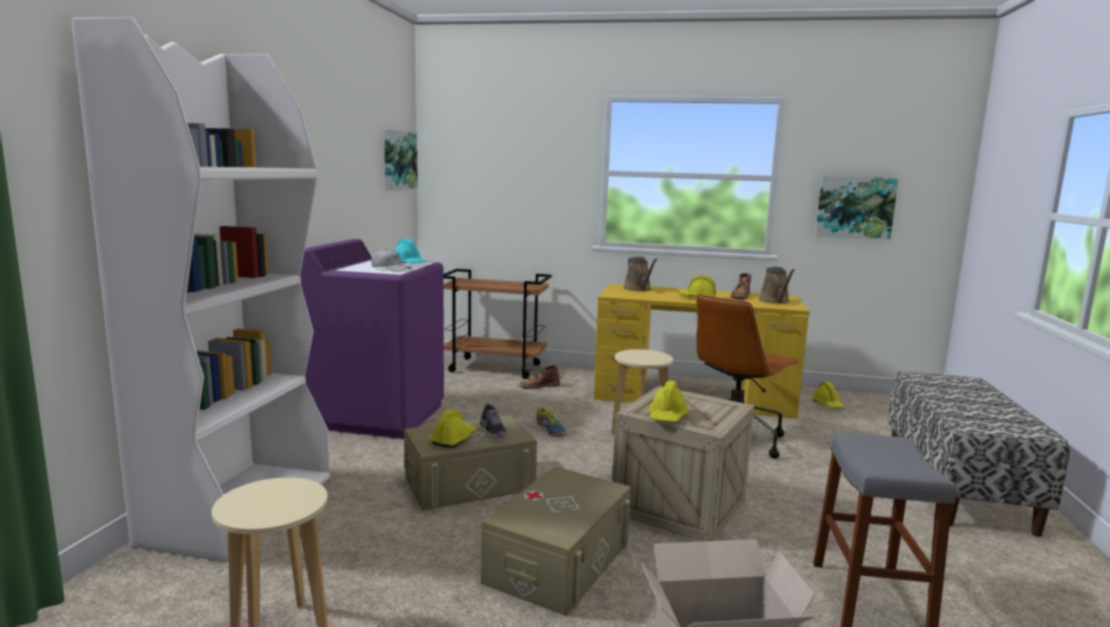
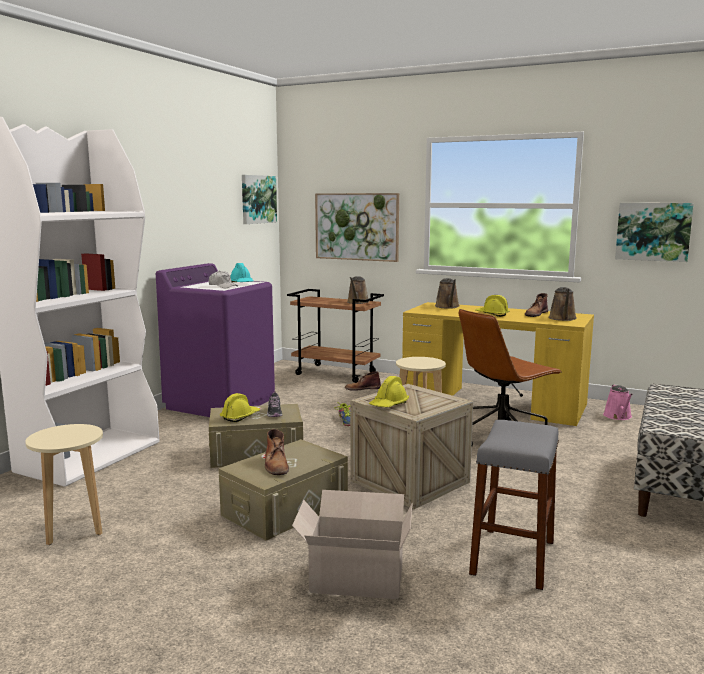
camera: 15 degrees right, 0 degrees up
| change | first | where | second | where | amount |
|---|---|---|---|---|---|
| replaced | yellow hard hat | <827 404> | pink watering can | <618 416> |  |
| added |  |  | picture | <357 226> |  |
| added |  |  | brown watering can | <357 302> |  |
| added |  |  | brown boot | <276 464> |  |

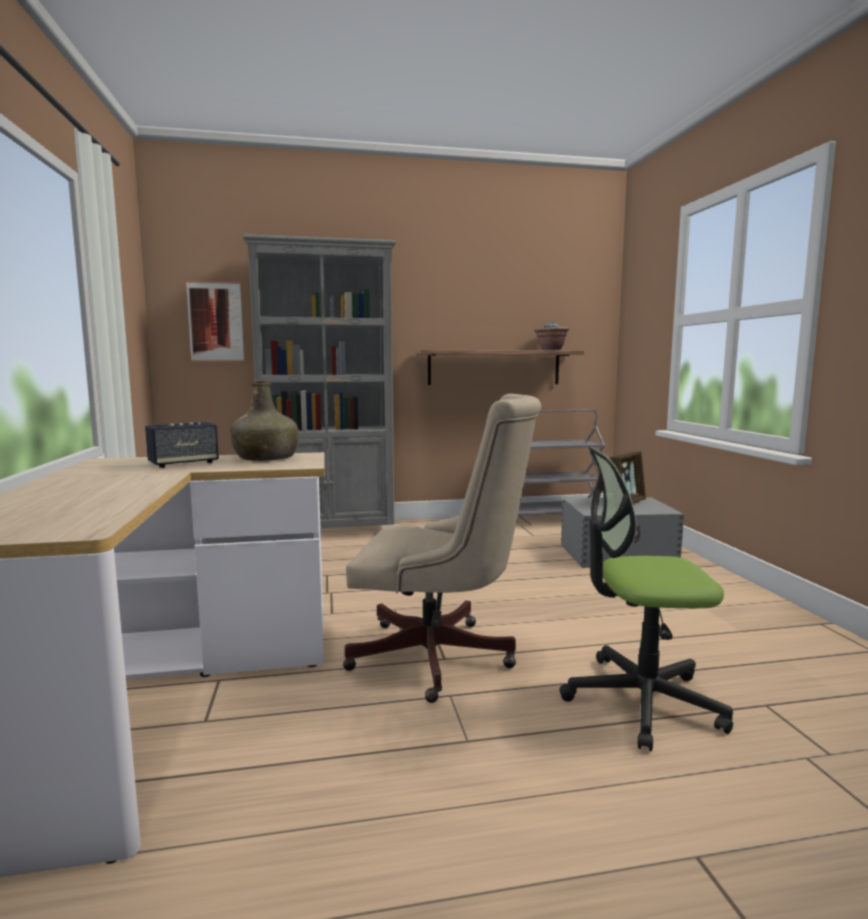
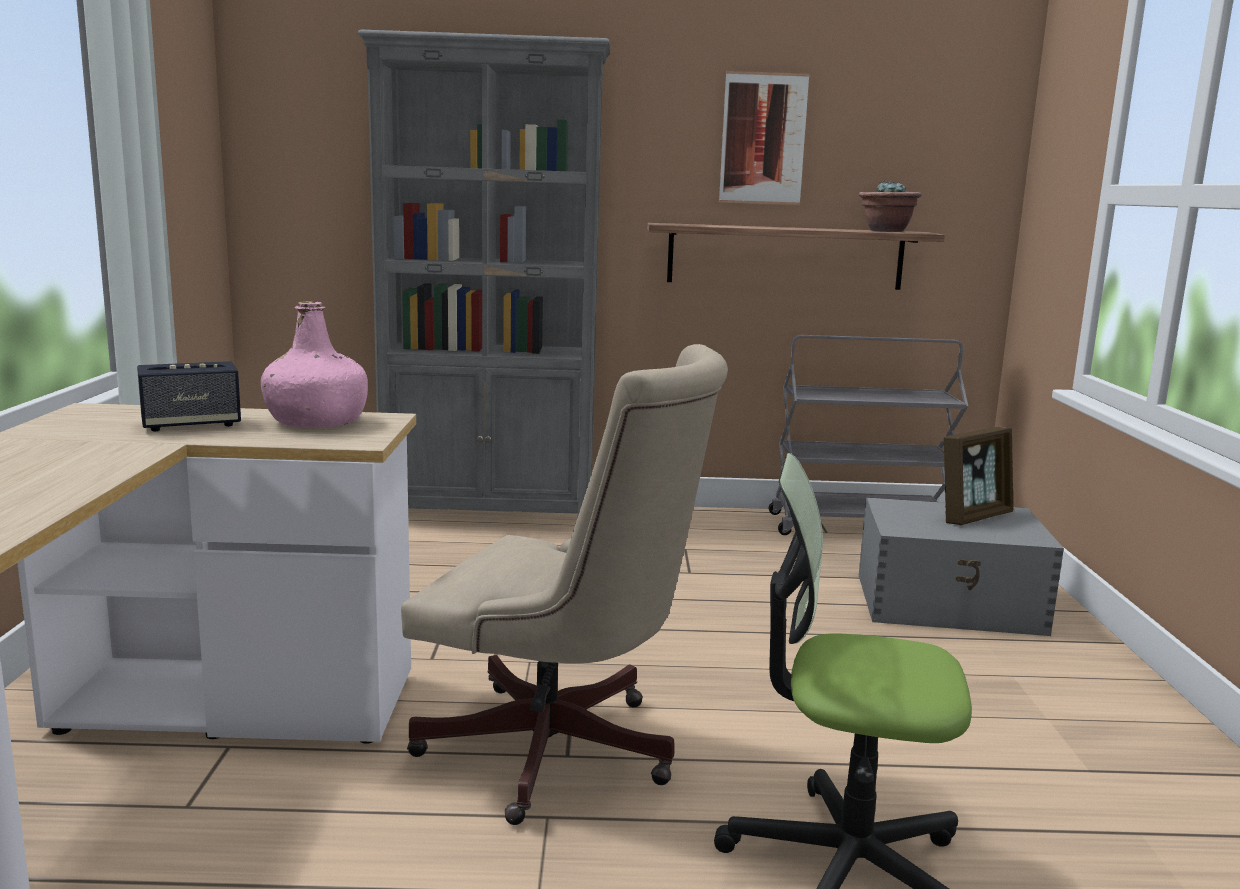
camera: 10 degrees right, 5 degrees up
| change | first | where | second | where | amount |
|---|---|---|---|---|---|
| moved | picture | <215 322> |  | <763 139> |  |
| recoloured | green bottle | <266 458> | pink bottle | <317 422> |  |

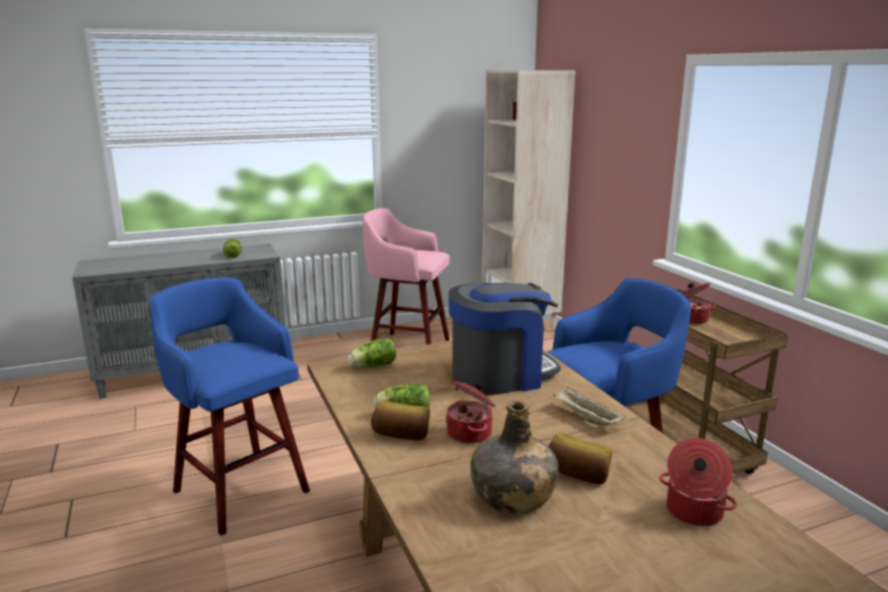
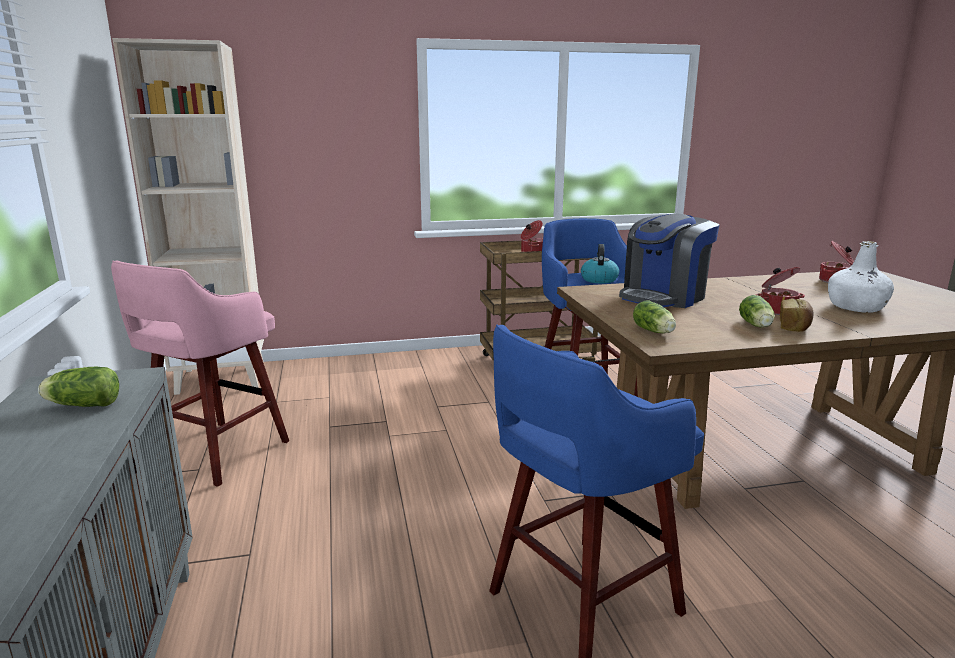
camera: 80 degrees left, 0 degrees up
| change | first | where | second | where | amount |
|---|---|---|---|---|---|
| turned | coffee machine | <501 375> |  | <663 297> | 120 degrees counterclockwise |
| removed | beige tray | <586 418> |  |  |  |
| recoloured | green bottle | <512 496> | white bottle | <856 307> |  |
| removed | bread | <577 474> |  |  |  |
| added |  |  | kettle | <599 279> |  |

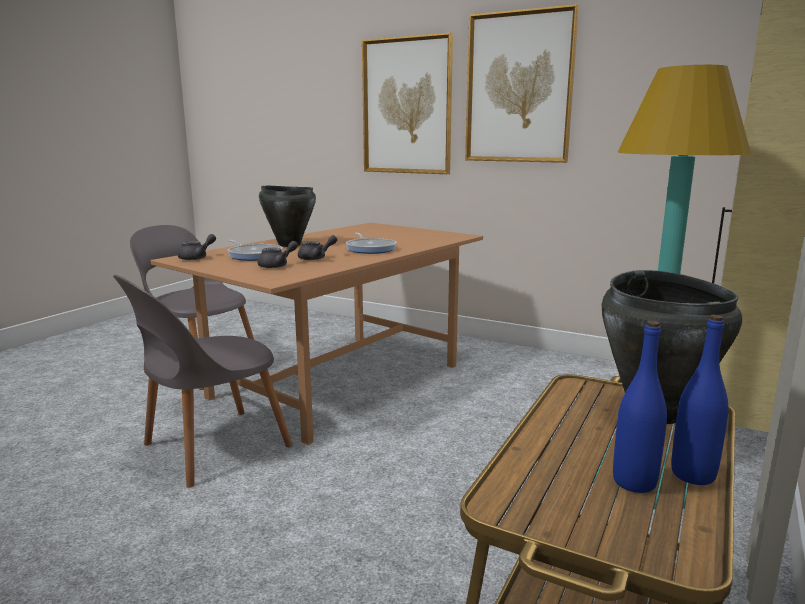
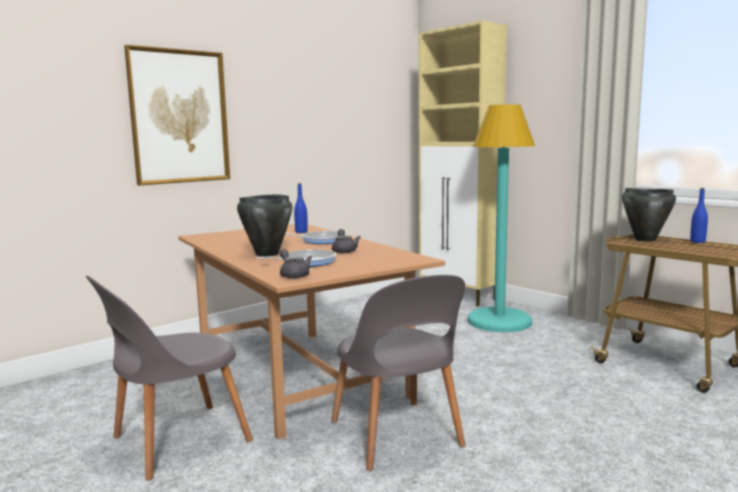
camera: 70 degrees left, 5 degrees down
| change | first | where | second | where | amount |
|---|---|---|---|---|---|
| removed | picture | <519 88> |  |  |  |
| removed | grey teapot | <277 265> |  |  |  |
| moved | blue bottle | <634 482> |  | <301 232> |  |

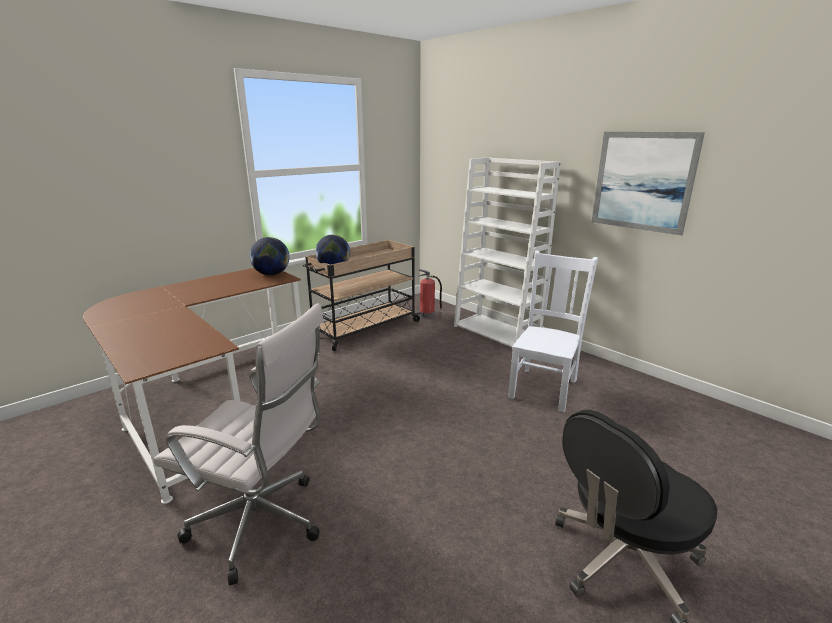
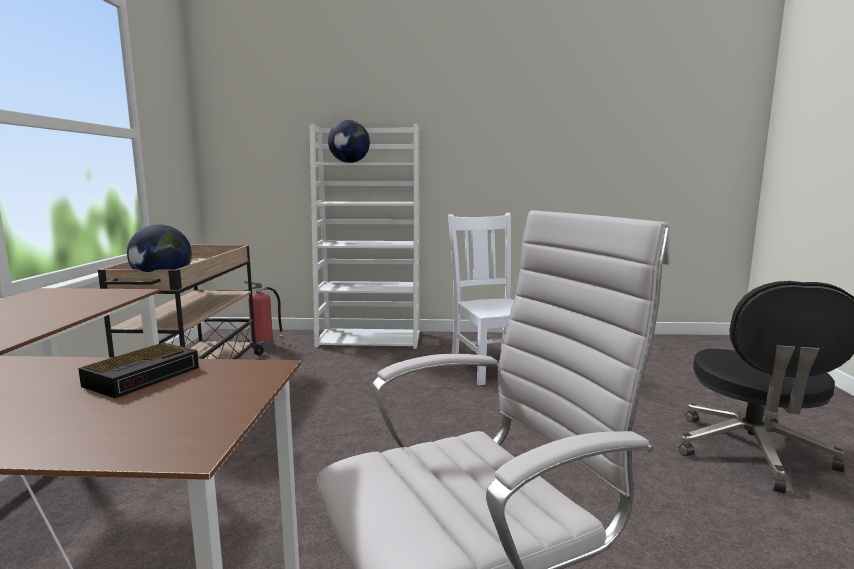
camera: 45 degrees left, 10 degrees down
| change | first | where | second | where | amount |
|---|---|---|---|---|---|
| removed | picture | <642 181> |  |  |  |
| moved | globe | <271 274> |  | <349 162> |  |
| added |  |  | alarm clock | <145 376> |  |

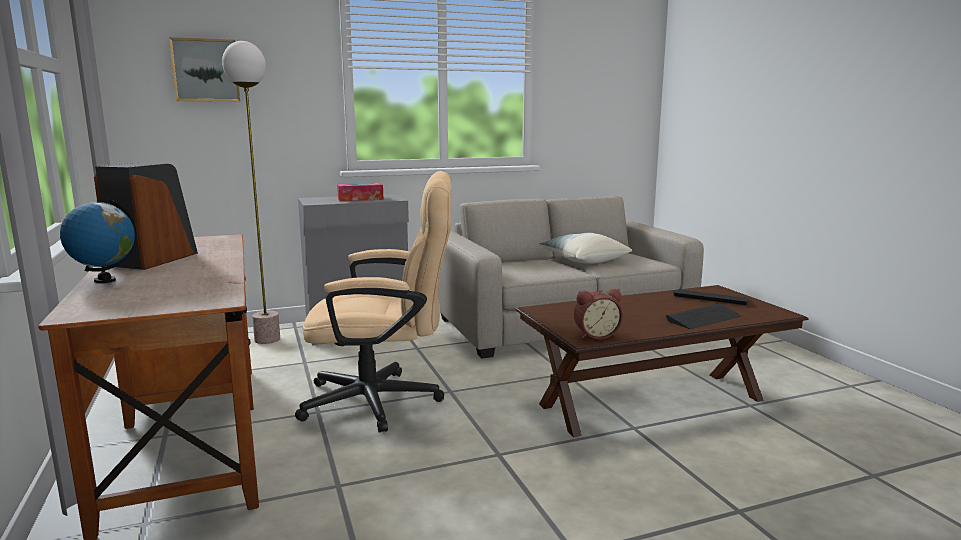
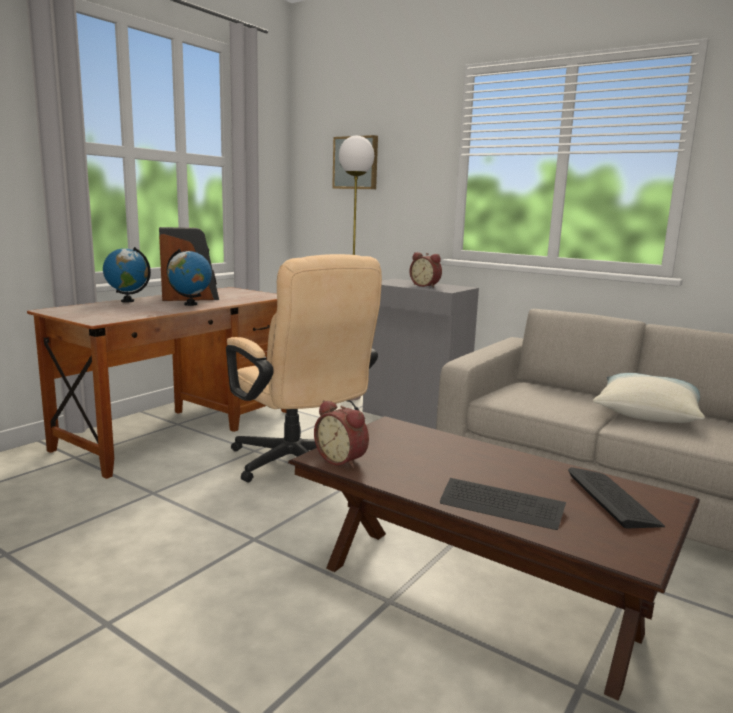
camera: 55 degrees right, 0 degrees up
| change | first | where | second | where | amount |
|---|---|---|---|---|---|
| replaced | tissue box | <360 199> | alarm clock | <425 286> |  |
| added |  |  | globe | <190 304> |  |

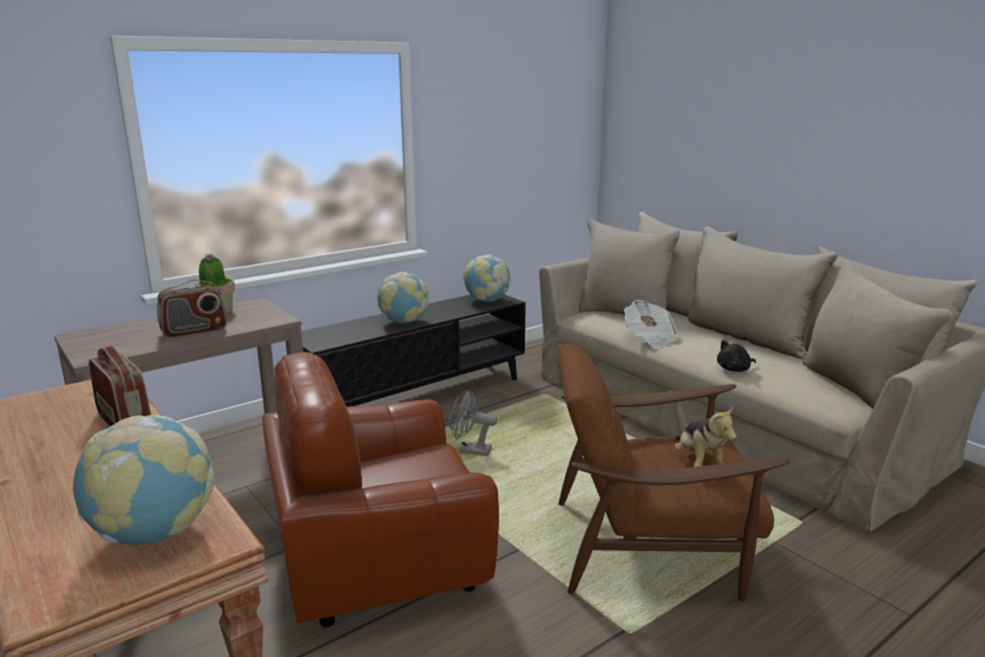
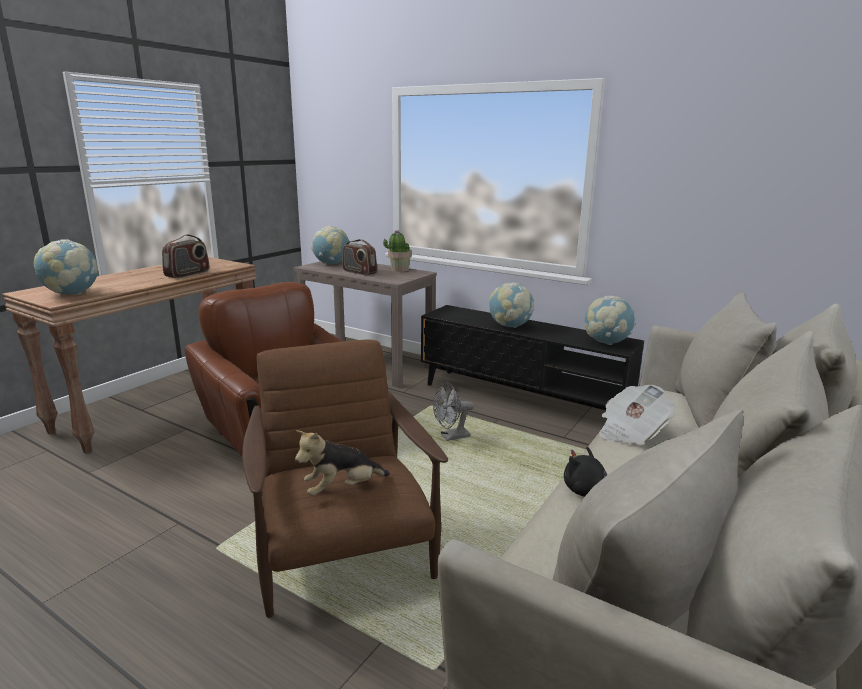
camera: 70 degrees right, 0 degrees up
| change | first | where | second | where | amount |
|---|---|---|---|---|---|
| turned | grey fan | <469 451> |  | <451 437> | 105 degrees counterclockwise |
| added |  |  | globe | <331 264> |  |

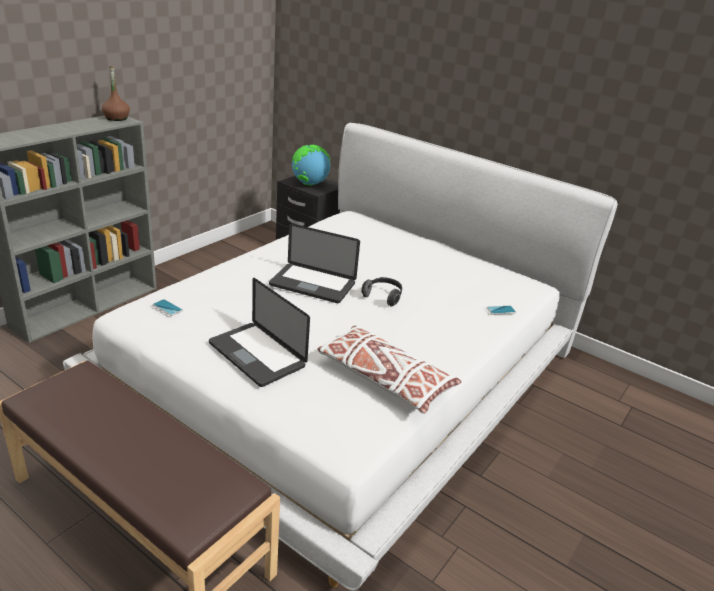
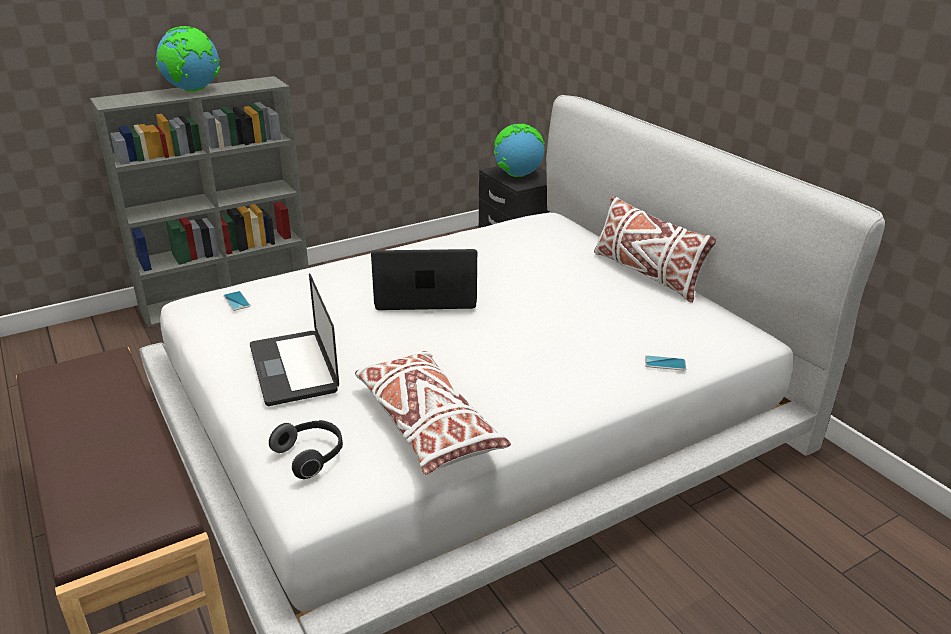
camera: 25 degrees right, 0 degrees up
| change | first | where | second | where | amount |
|---|---|---|---|---|---|
| removed | brown bottle | <116 118> |  |  |  |
| turned | laptop | <312 284> |  | <425 296> | 135 degrees clockwise |
| moved | headphones | <383 296> |  | <311 456> |  |
| added |  |  | globe | <193 90> |  |
| added |  |  | white pillow | <646 274> |  |

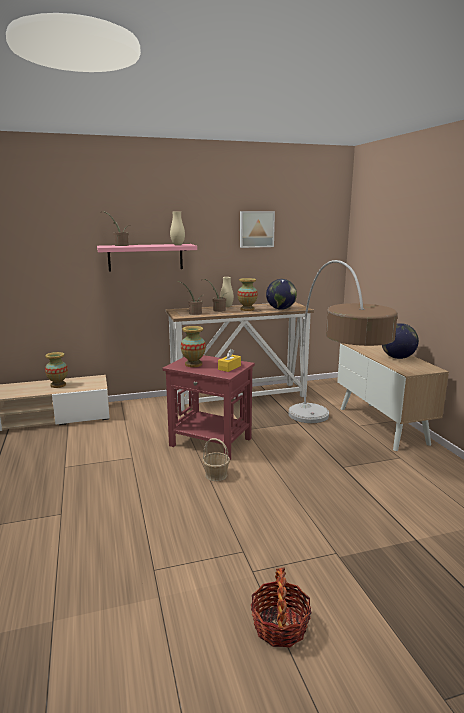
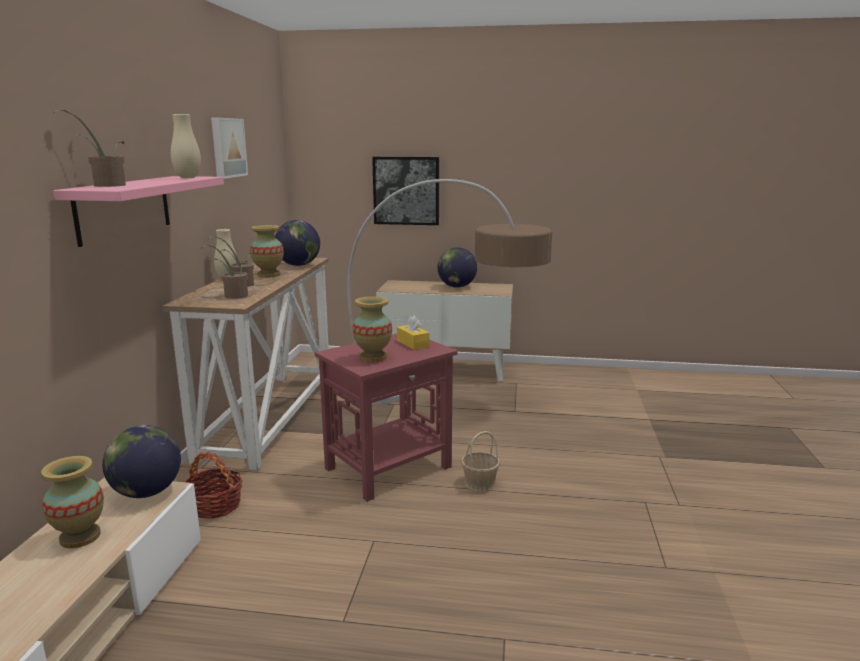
camera: 65 degrees left, 0 degrees up
| change | first | where | second | where | amount |
|---|---|---|---|---|---|
| moved | basket | <279 625> |  | <214 505> |  |
| added |  |  | picture | <406 190> |  |
| added |  |  | globe | <147 492> |  |

